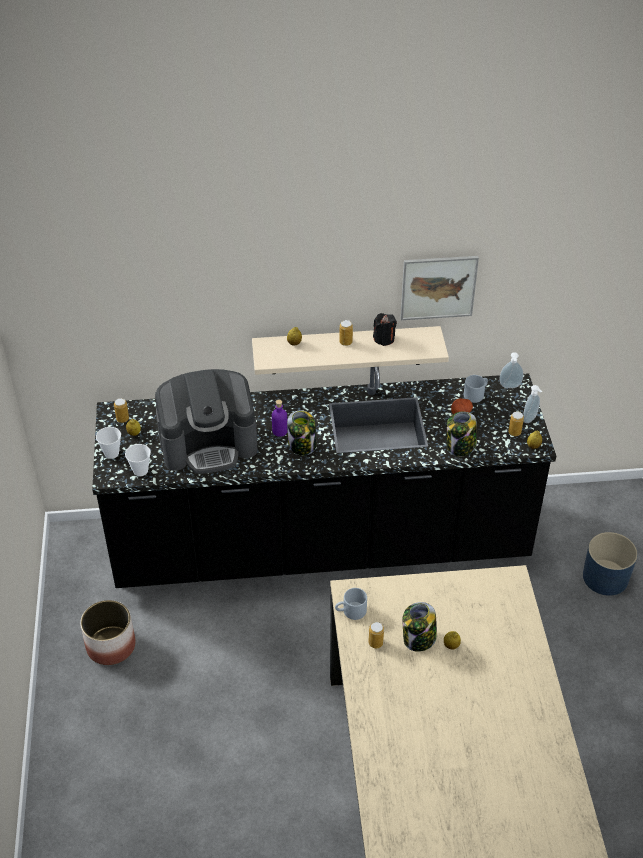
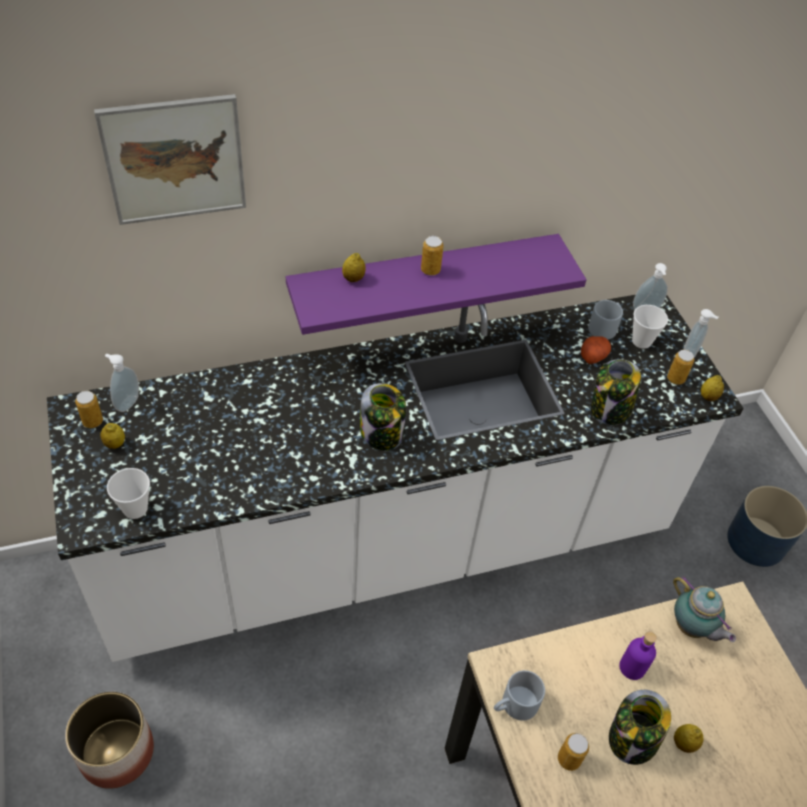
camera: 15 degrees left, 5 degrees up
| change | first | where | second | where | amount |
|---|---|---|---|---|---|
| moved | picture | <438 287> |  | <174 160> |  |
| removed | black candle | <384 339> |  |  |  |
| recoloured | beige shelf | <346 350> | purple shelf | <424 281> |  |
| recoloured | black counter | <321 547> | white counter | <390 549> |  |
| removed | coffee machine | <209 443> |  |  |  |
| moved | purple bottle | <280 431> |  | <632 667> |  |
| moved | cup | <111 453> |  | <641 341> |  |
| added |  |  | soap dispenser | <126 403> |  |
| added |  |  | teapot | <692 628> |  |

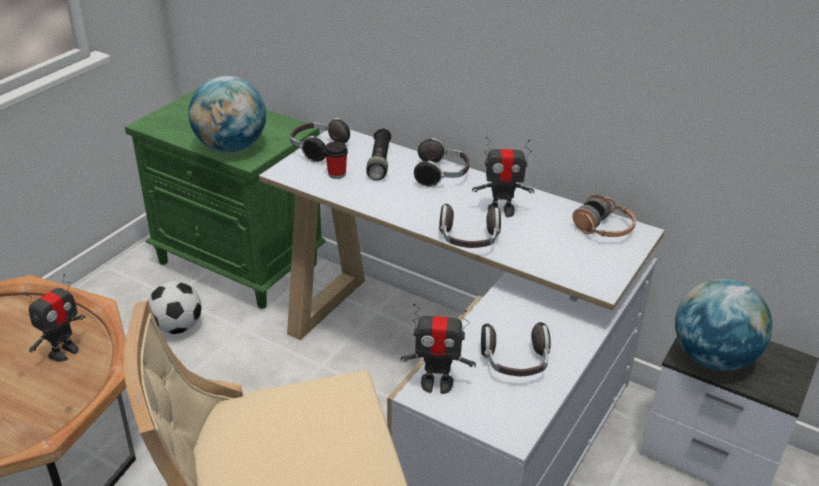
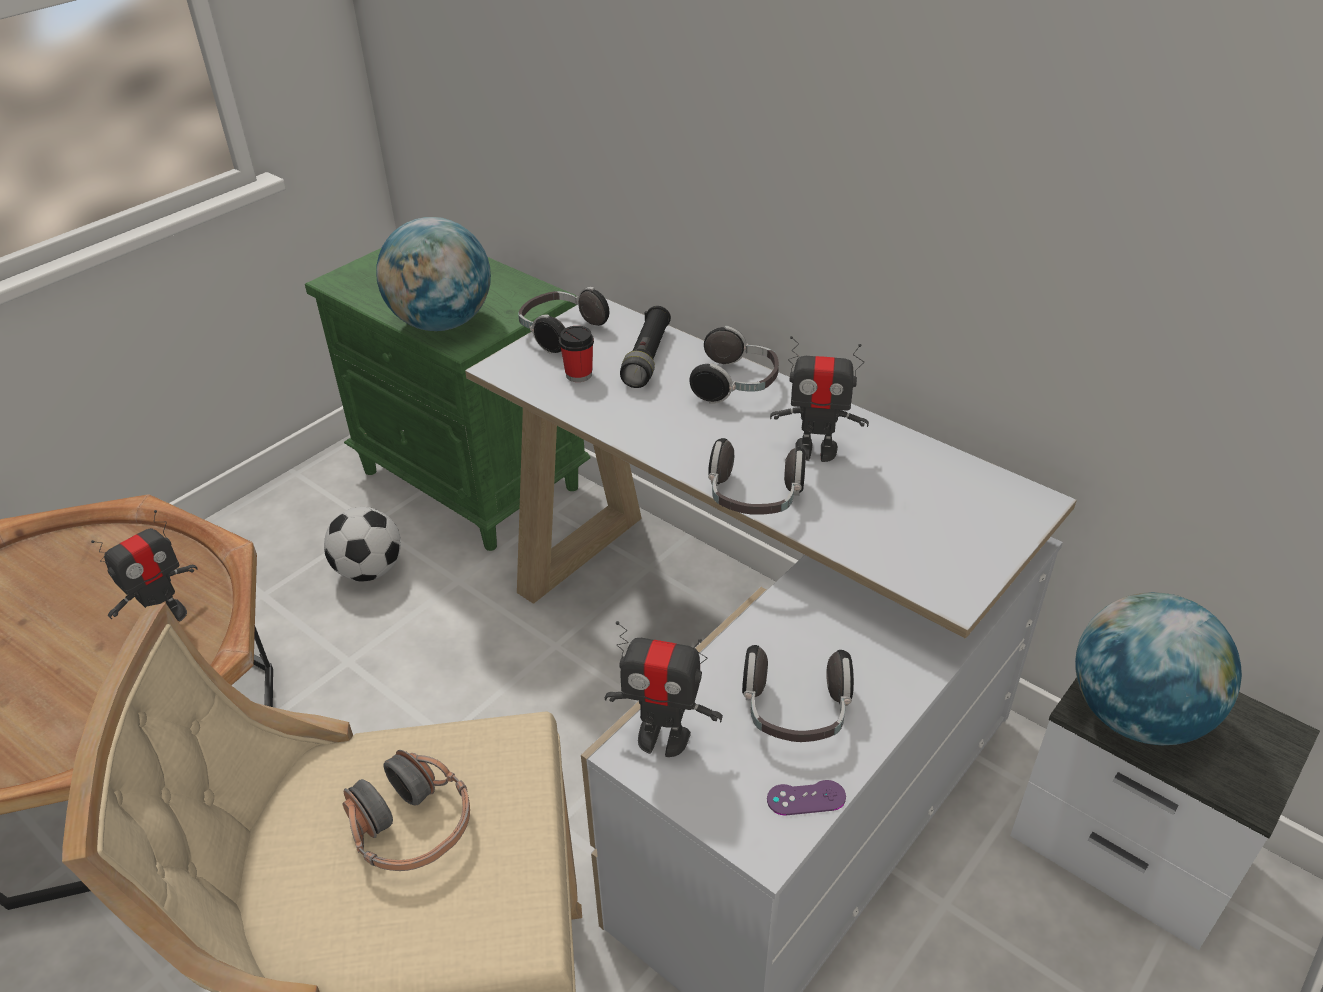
camera: 10 degrees right, 5 degrees up
| change | first | where | second | where | amount |
|---|---|---|---|---|---|
| moved | headphones | <603 229> |  | <411 827> |  |
| added |  |  | purple game controller | <806 798> |  |

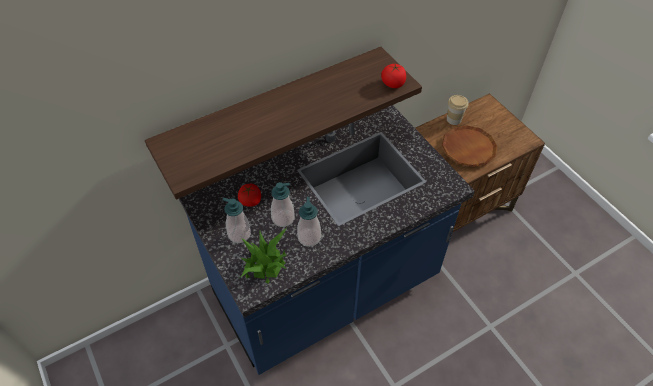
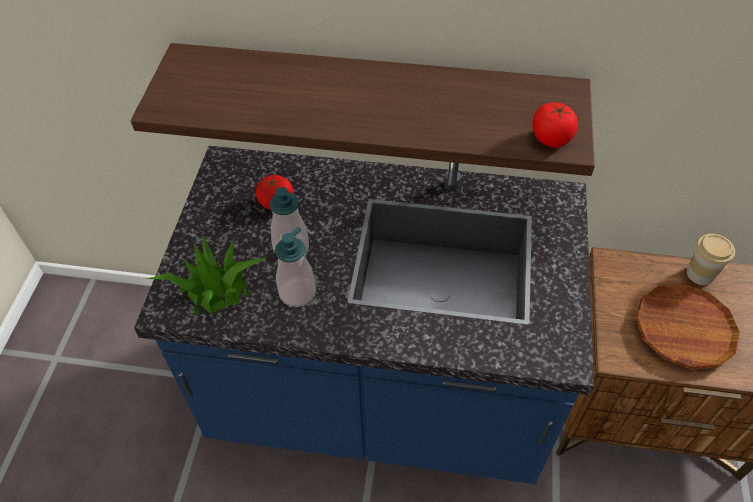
camera: 40 degrees right, 0 degrees up
| change | first | where | second | where | amount |
|---|---|---|---|---|---|
| removed | soap dispenser | <239 234> |  |  |  |

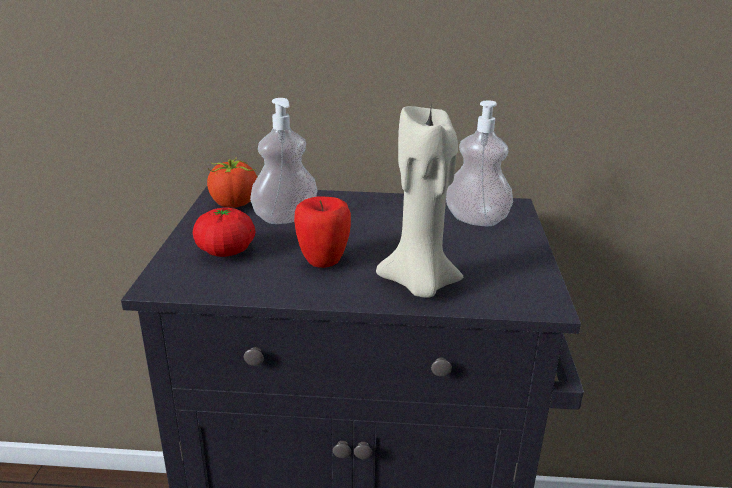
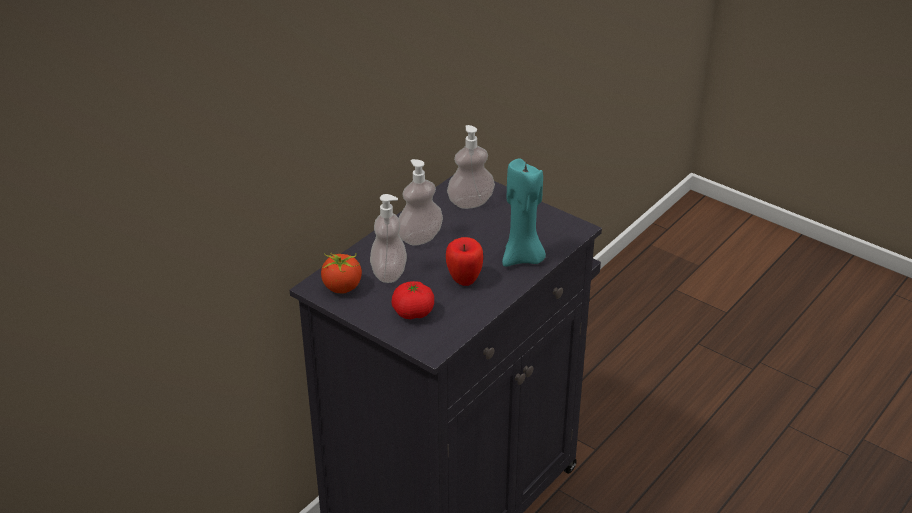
camera: 55 degrees left, 10 degrees up
| change | first | where | second | where | amount |
|---|---|---|---|---|---|
| recoloured | beige candle | <419 285> | turquoise candle | <523 258> |  |
| added |  |  | soap dispenser | <420 238> |  |

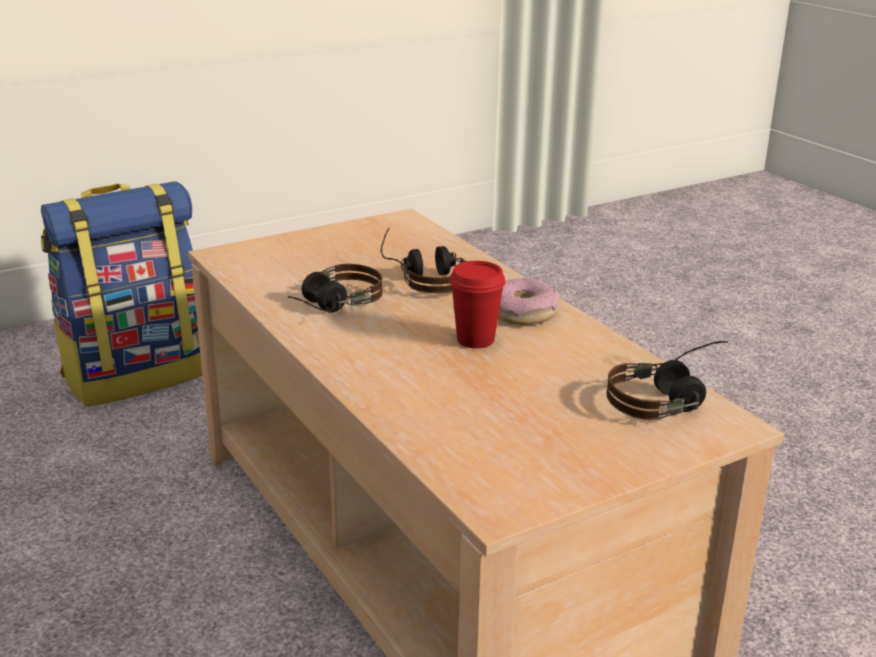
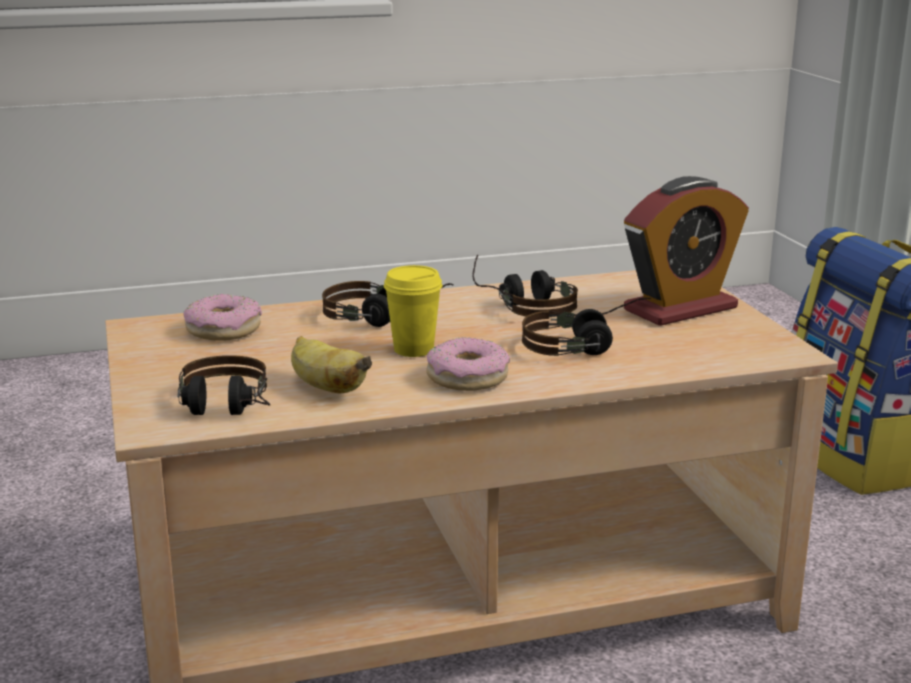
camera: 105 degrees right, 5 degrees down
| change | first | where | second | where | amount |
|---|---|---|---|---|---|
| recoloured | red cup | <475 340> | yellow cup | <414 350> |  |
| added |  |  | alarm clock | <680 309> |  |
| added |  |  | headphones | <386 318> |  |
| added |  |  | donut | <224 330> |  |
| added |  |  | banana | <326 387> |  |

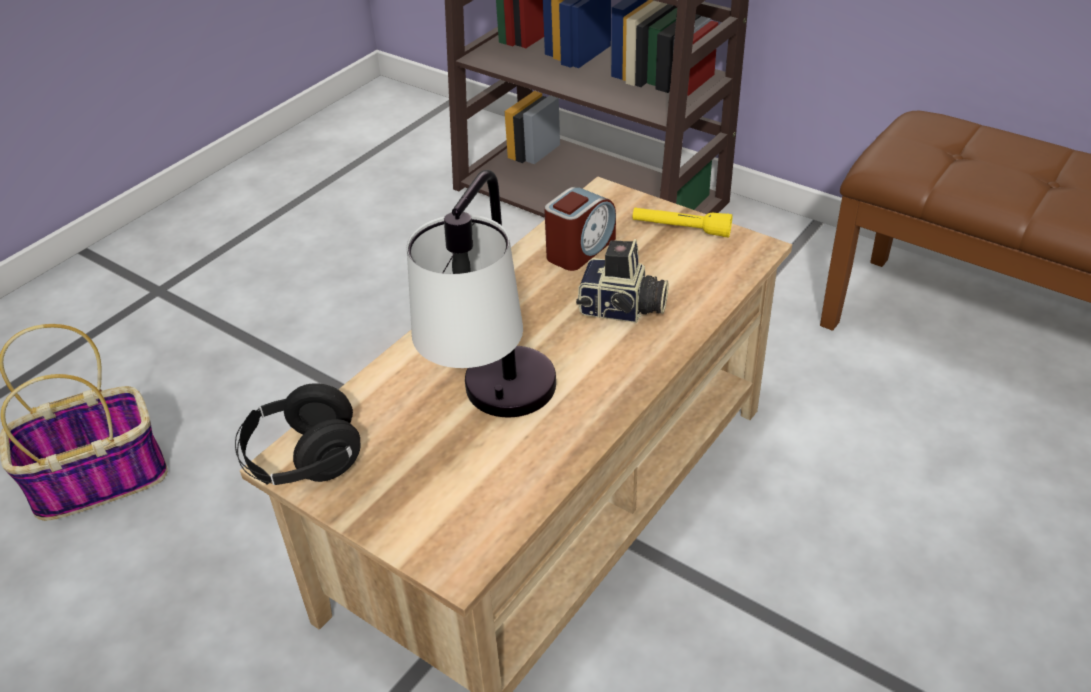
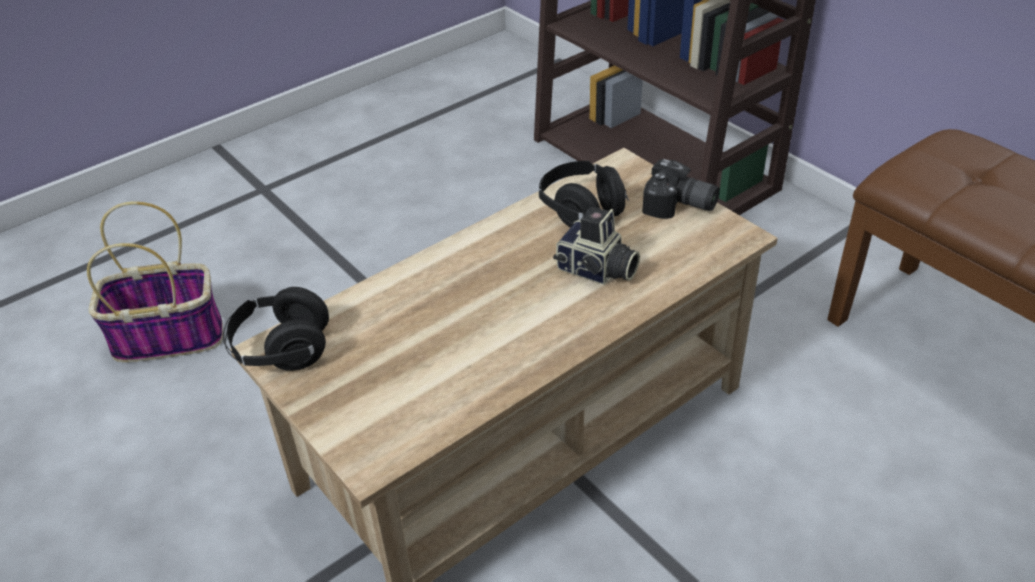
camera: 15 degrees right, 0 degrees up
| change | first | where | second | where | amount |
|---|---|---|---|---|---|
| removed | table lamp | <498 417> |  |  |  |
| replaced | alarm clock | <580 249> | black headphones | <581 211> |  |
| replaced | yellow flashlight | <681 229> | photo camera | <679 207> |  |

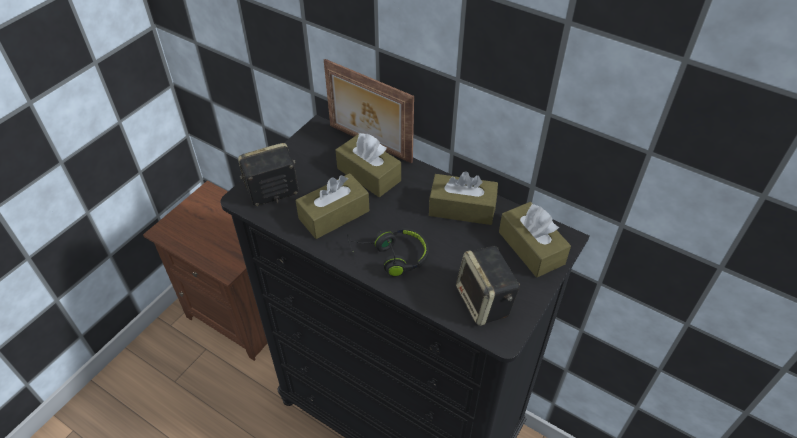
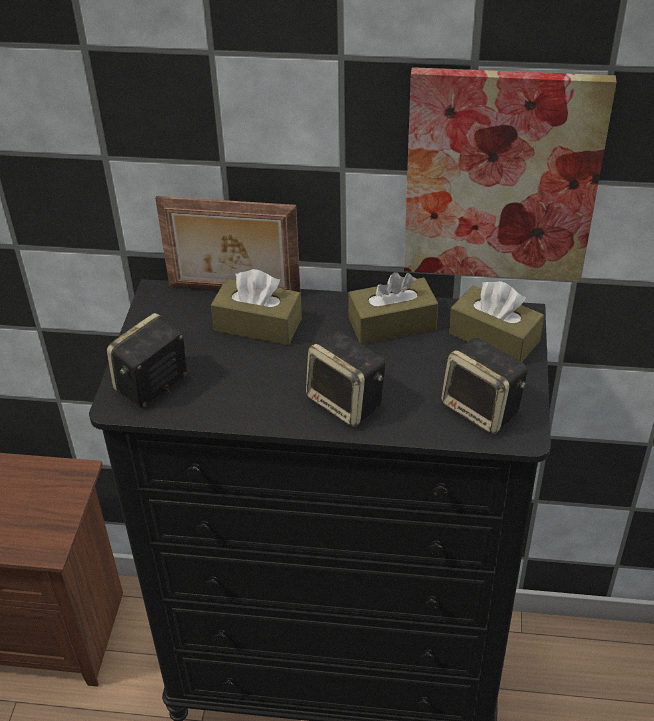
camera: 25 degrees left, 5 degrees down
| change | first | where | second | where | amount |
|---|---|---|---|---|---|
| removed | brown tissue box | <334 215> |  |  |  |
| replaced | black headphones | <390 256> | speaker | <347 402> |  |
| added |  |  | picture | <501 177> |  |

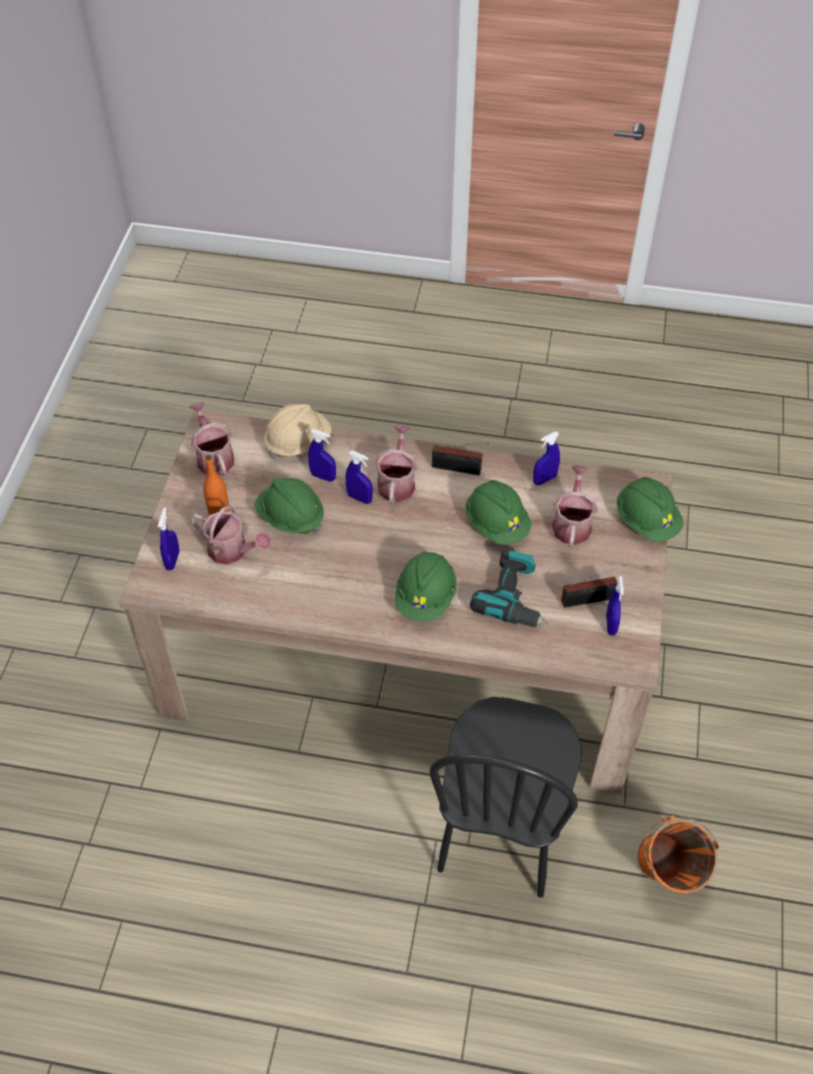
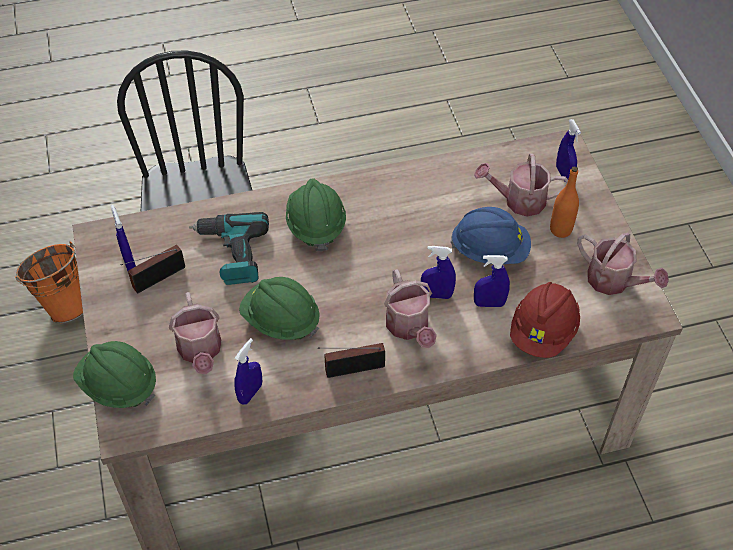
camera: 155 degrees right, 0 degrees up
| change | first | where | second | where | amount |
|---|---|---|---|---|---|
| recoloured | beige hard hat | <298 442> | red hard hat | <543 332> |  |
| recoloured | green hard hat | <290 517> | blue hard hat | <490 250> |  |

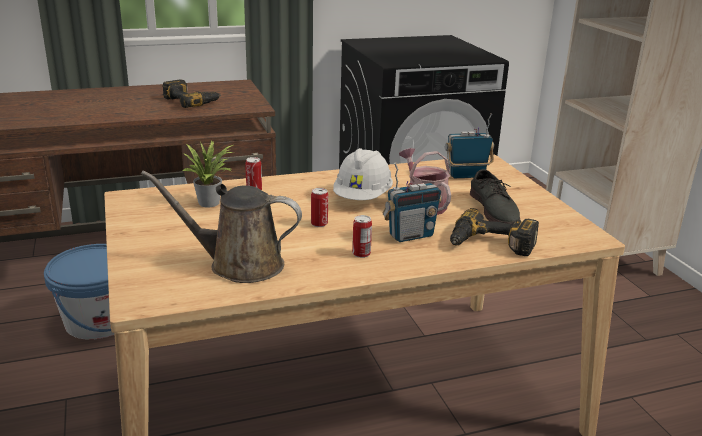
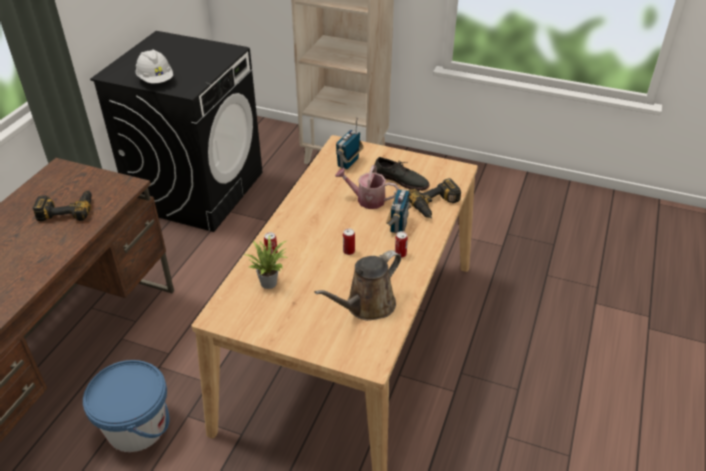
camera: 50 degrees left, 15 degrees up
| change | first | where | second | where | amount |
|---|---|---|---|---|---|
| moved | white hard hat | <362 198> |  | <156 80> |  |

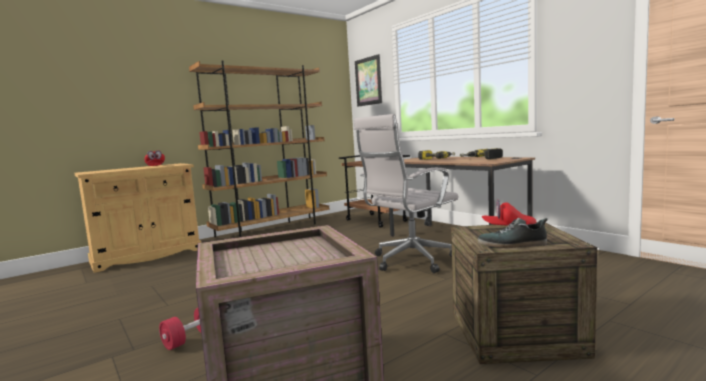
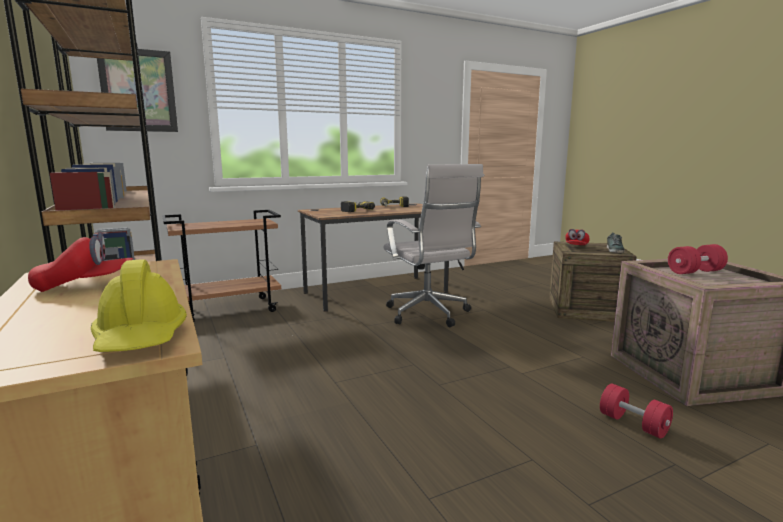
camera: 80 degrees left, 5 degrees up
| change | first | where | second | where | amount |
|---|---|---|---|---|---|
| added |  |  | red dumbbell | <695 272> |  |
| added |  |  | yellow hard hat | <142 338> |  |

